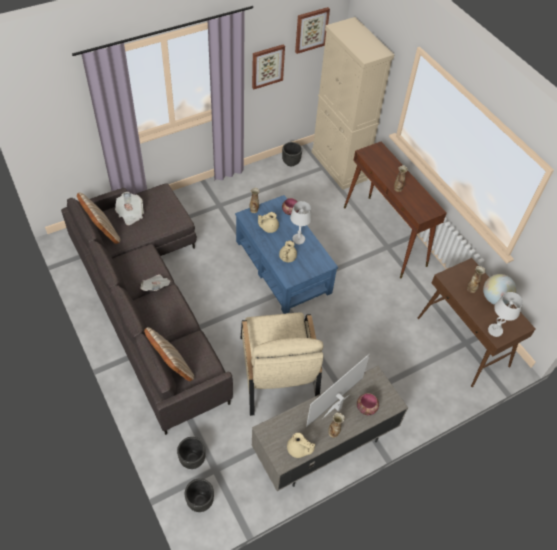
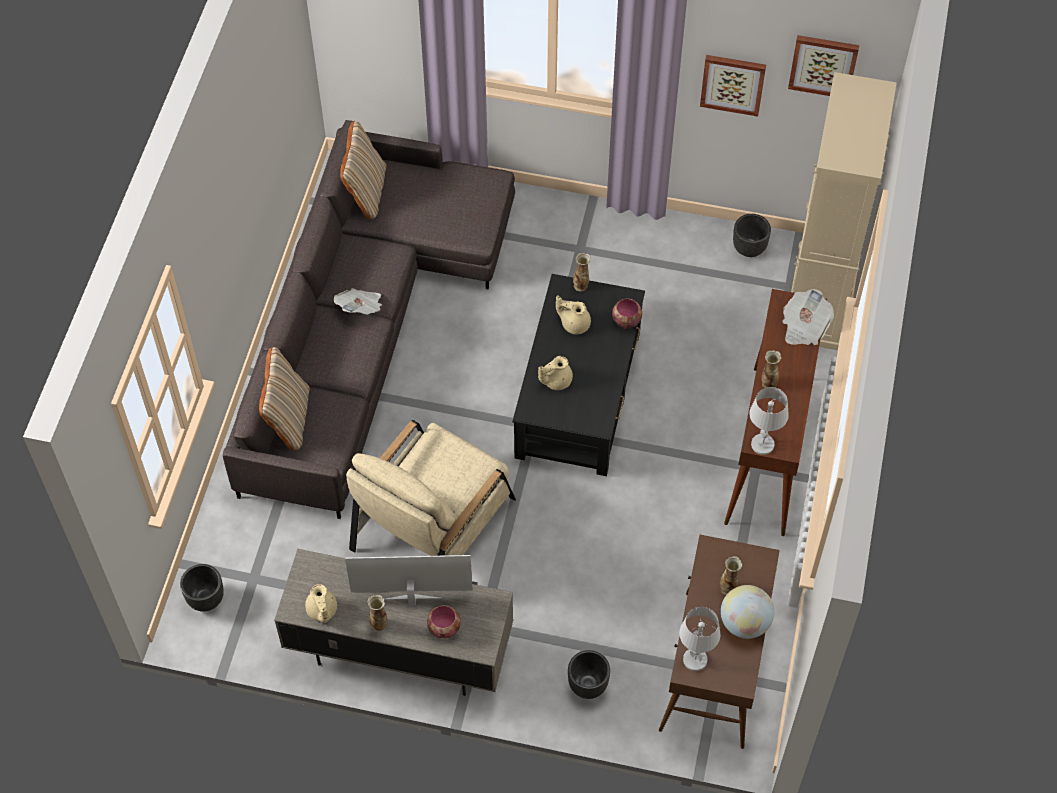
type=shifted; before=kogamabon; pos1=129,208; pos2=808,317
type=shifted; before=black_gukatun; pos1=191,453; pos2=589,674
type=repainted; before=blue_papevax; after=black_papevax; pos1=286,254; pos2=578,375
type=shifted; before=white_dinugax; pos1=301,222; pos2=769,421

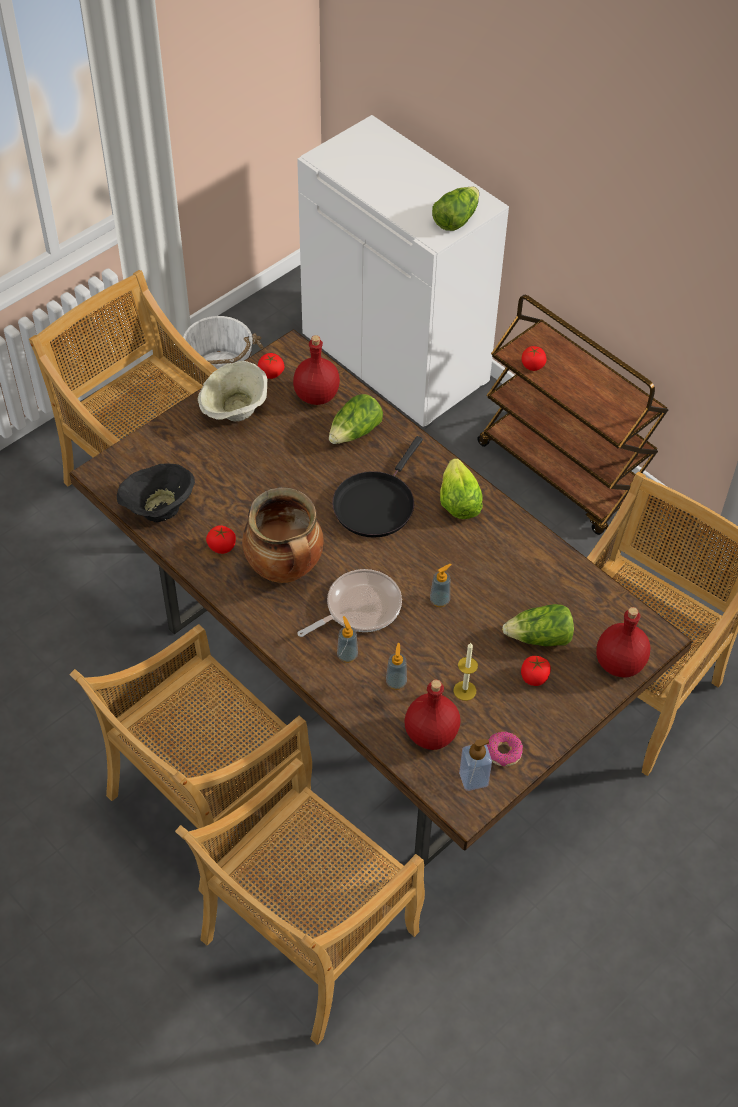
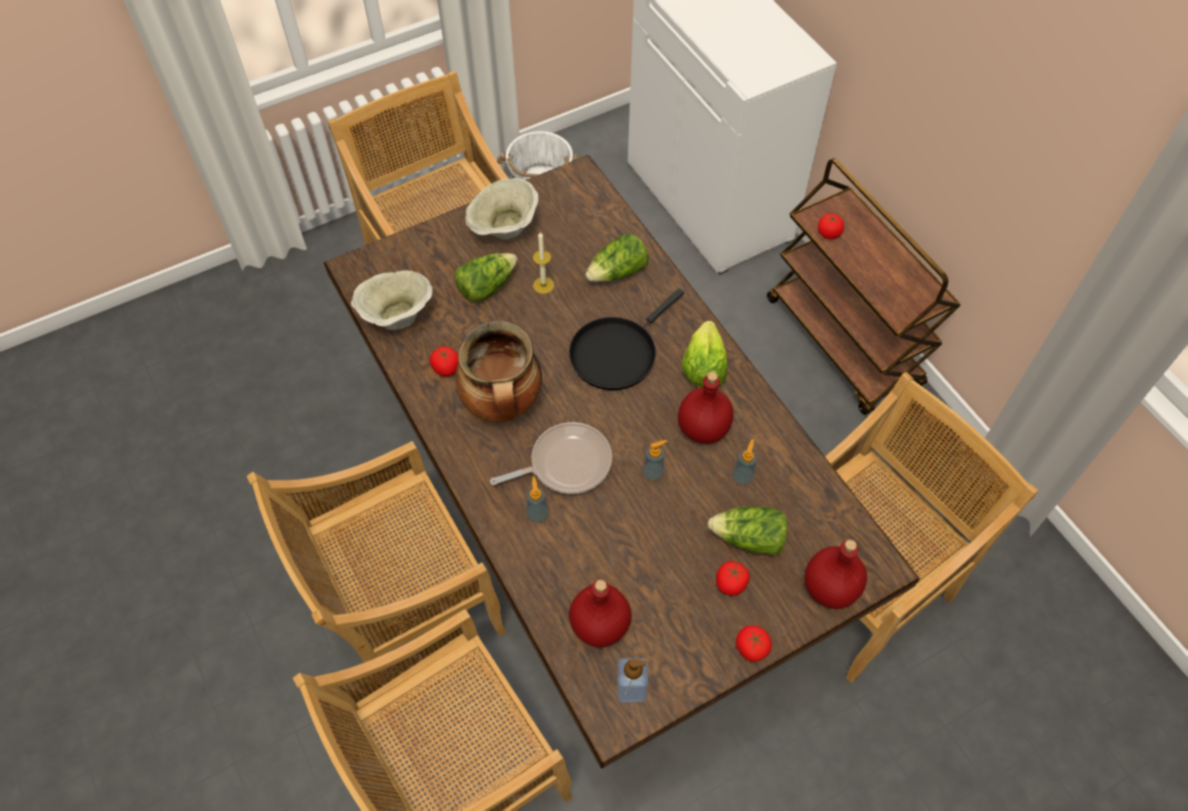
type=repainted; before=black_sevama; after=beige_sevama; pos1=156,492; pos2=392,300
type=shifted; before=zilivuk; pos1=271,366; pos2=754,644
type=shifted; before=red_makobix; pos1=316,370; pos2=706,408
type=shifted; before=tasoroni; pos1=396,666; pos2=744,462
type=shifted; before=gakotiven; pos1=455,209; pos2=486,277
type=shifted; before=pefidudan; pos1=465,672; pos2=543,263
type=gone; before=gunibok; pos1=504,749

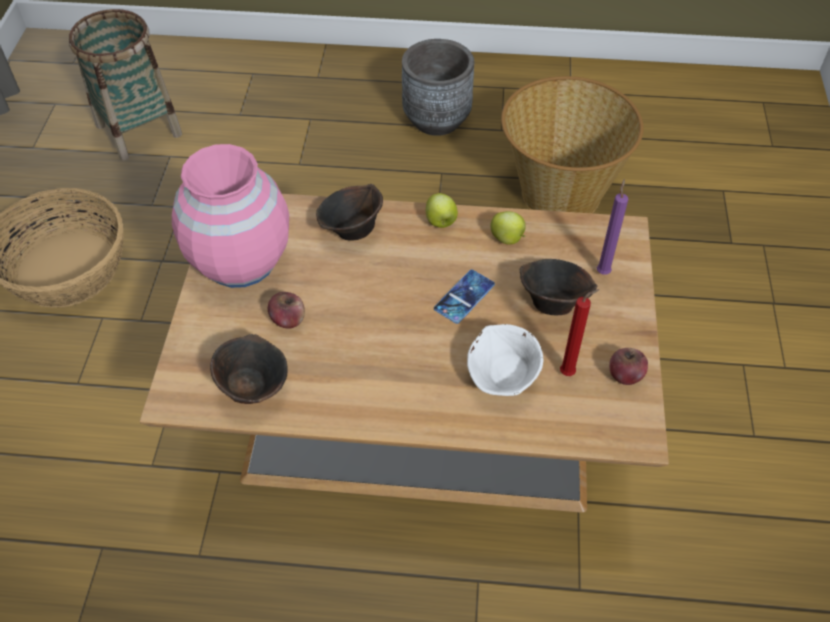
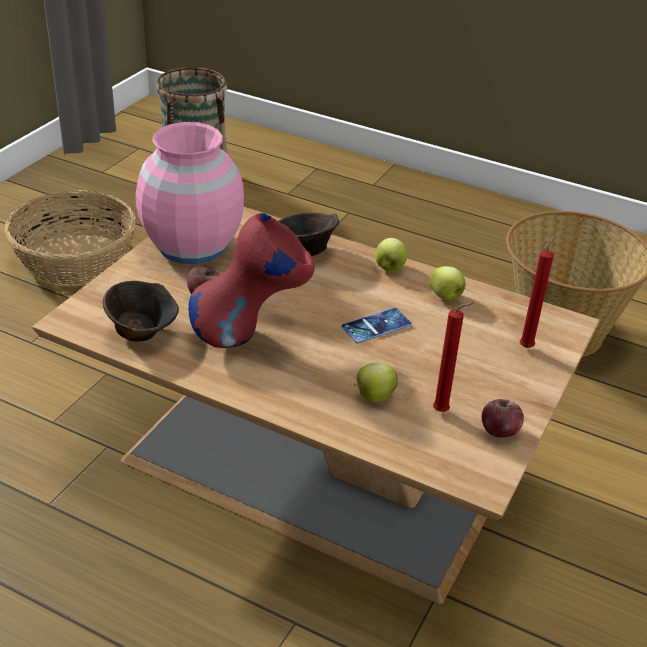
type=gone; before=grey_gukatun; pos1=438,87
type=swapped; before=white_sevama; after=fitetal; pos1=505,360; pos2=376,382
type=gone; before=brown_sevama; pos1=558,287
type=repainted; before=purple_pefidudan; after=red_pefidudan; pos1=612,227; pos2=537,292
type=new; after=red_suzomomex; pos2=251,280

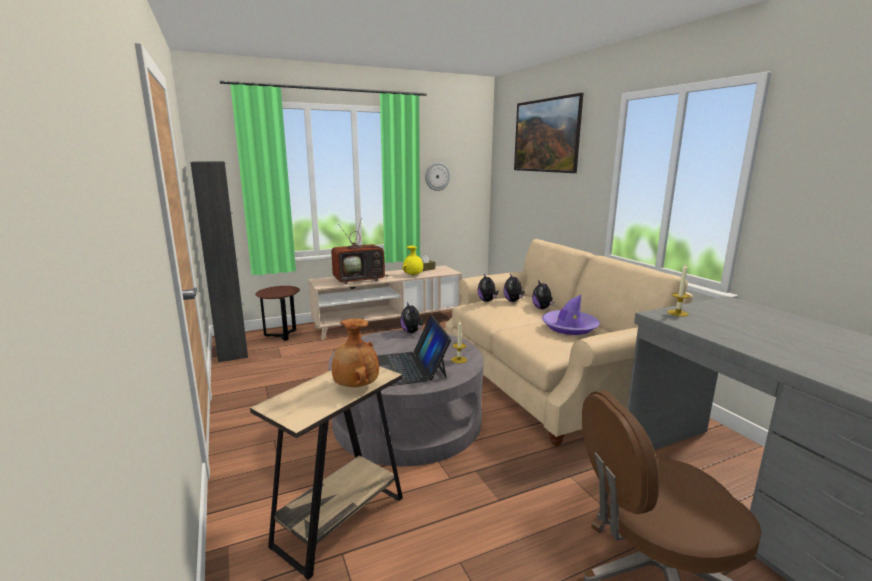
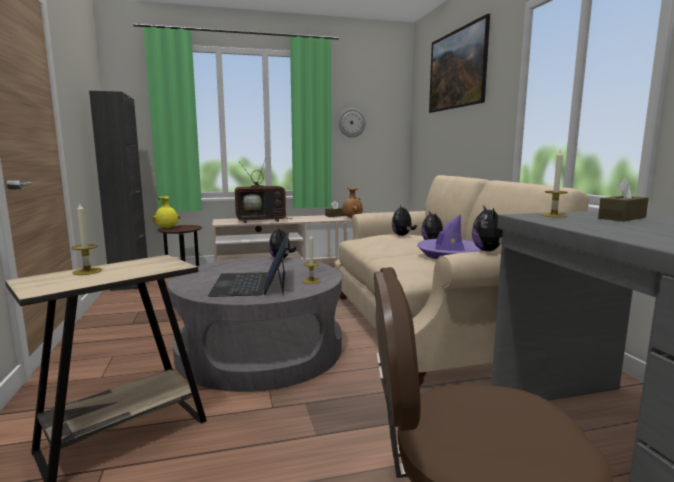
type=shifted; before=brown_suzomomex; pos1=355,352; pos2=352,203
type=shifted; before=yellow_suzomomex; pos1=412,260; pos2=166,212
type=shifted; before=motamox; pos1=488,288; pos2=487,228
type=new; after=pefidudan; pos2=87,238
type=new; after=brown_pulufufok; pos2=623,200

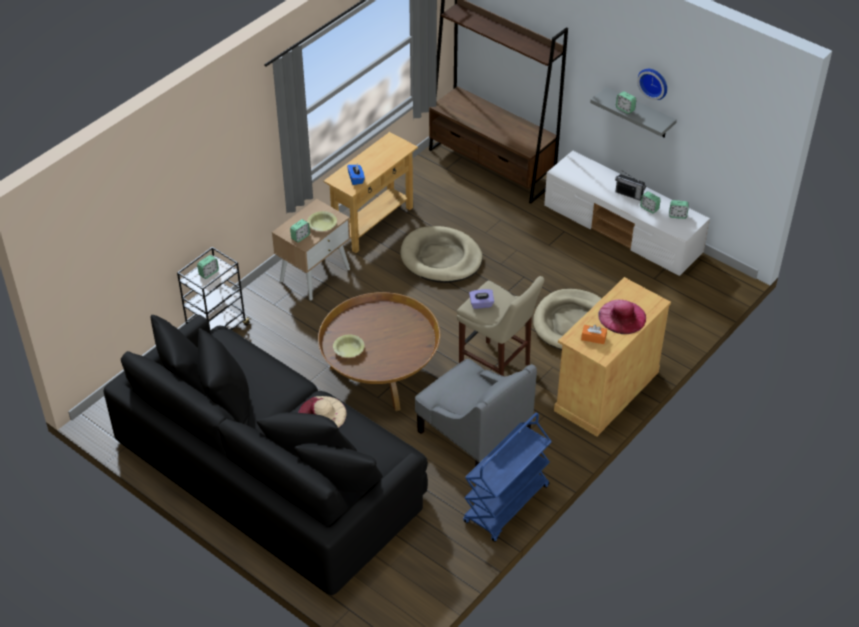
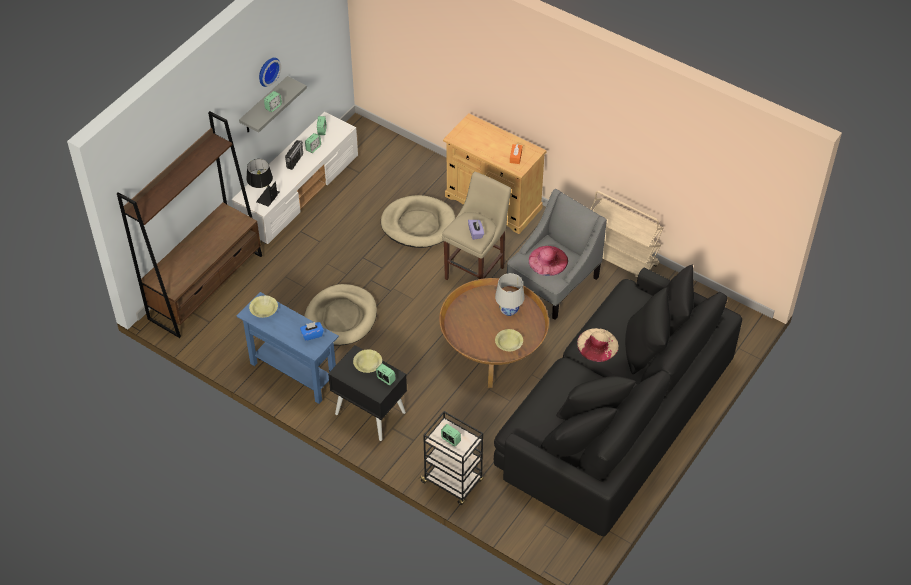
type=repainted; before=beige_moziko; after=black_moziko; pos1=311,250; pos2=367,393
type=repainted; before=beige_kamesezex; after=blue_kamesezex; pos1=371,192; pos2=288,348
type=repainted; before=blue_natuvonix; after=beige_natuvonix; pos1=507,477; pos2=627,235
type=shifted; before=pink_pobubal; pos1=622,316; pos2=548,261
type=new; after=black_dinugax; pos2=263,183
type=new; after=yellow_sevama; pos2=263,306
type=new; after=white_dinugax; pos2=510,294

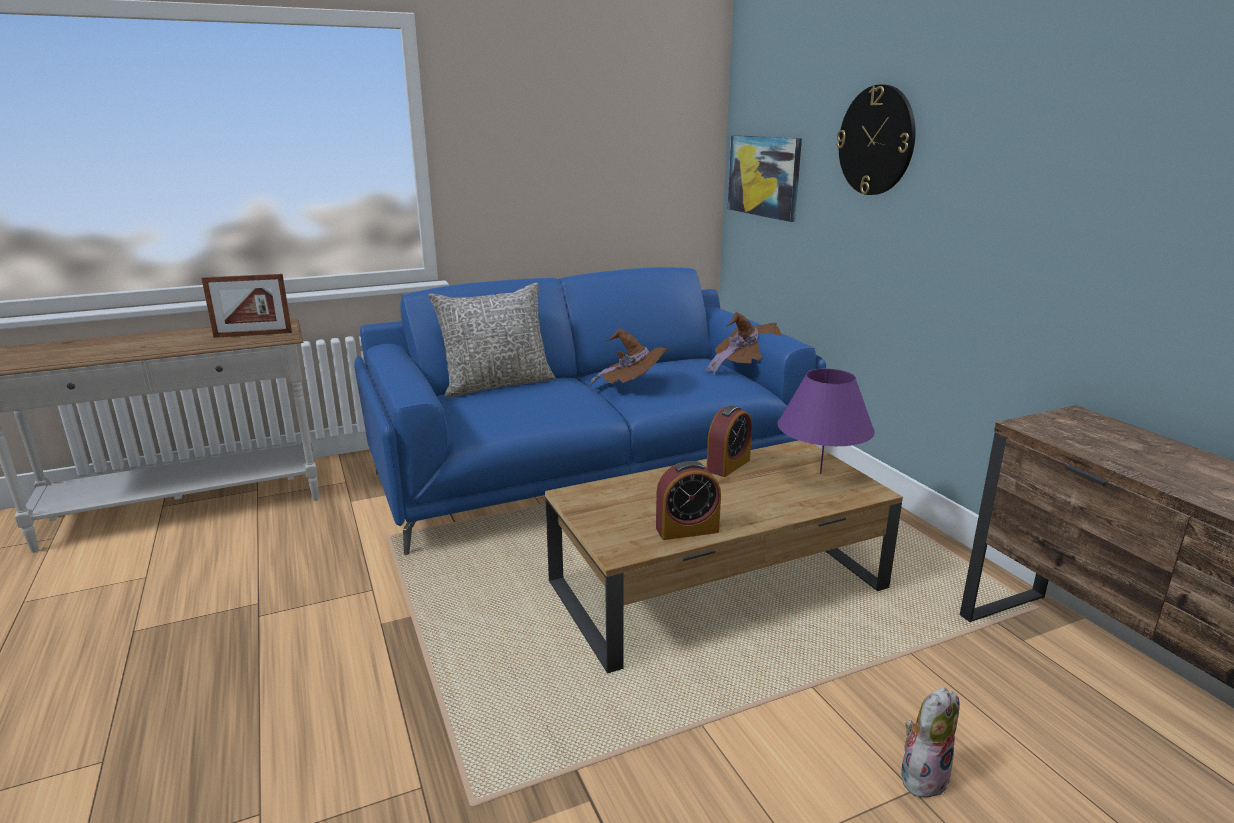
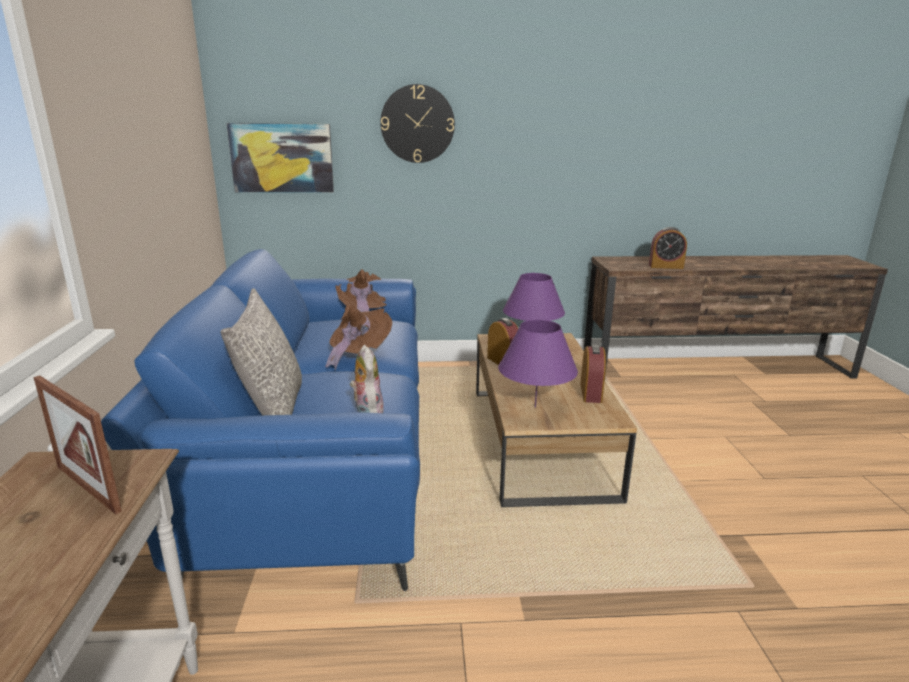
type=rotated; before=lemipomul; pos1=247,306; pos2=78,445; turn=120
type=shifted; before=motamox; pos1=930,743; pos2=367,379
type=new; after=purple_dinugax; pos2=538,364
type=new; after=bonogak; pos2=668,248

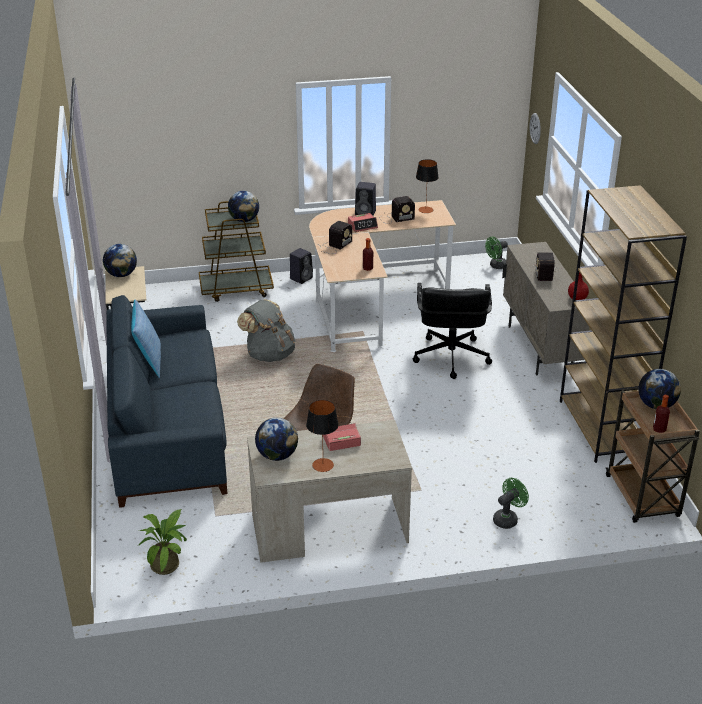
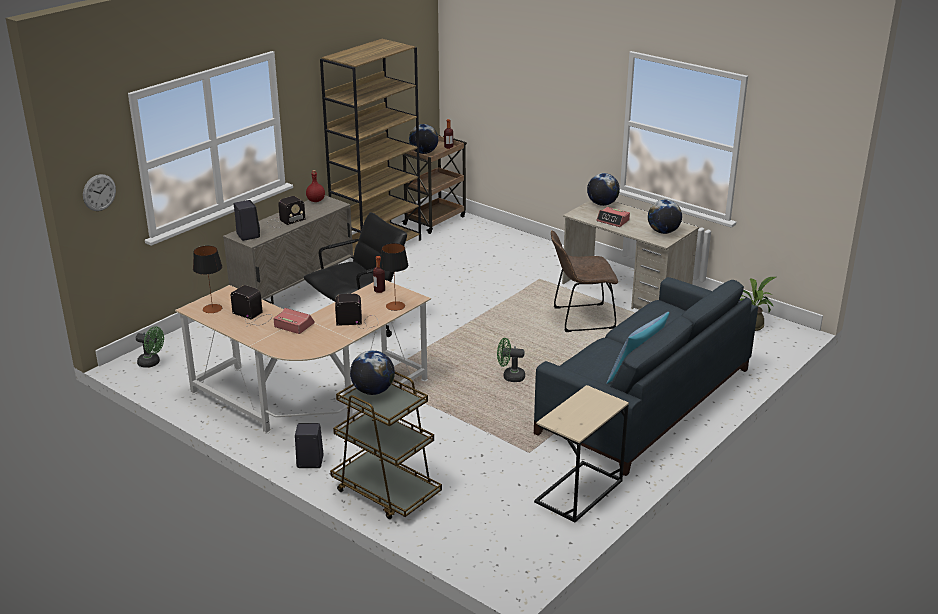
type=shifted; before=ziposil; pos1=120,260; pos2=603,189
type=gone; before=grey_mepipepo; pos1=266,330
type=shifted; before=dinugax; pos1=322,436; pos2=394,277
type=shifted; before=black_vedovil; pos1=365,198; pos2=247,220
type=shifted; before=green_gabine; pos1=511,503; pos2=511,360

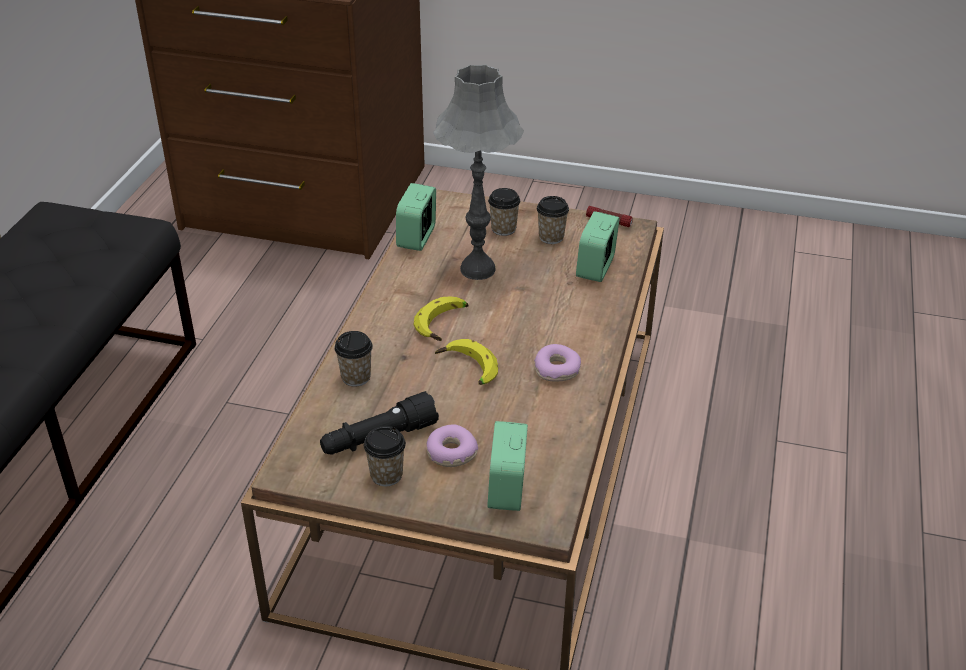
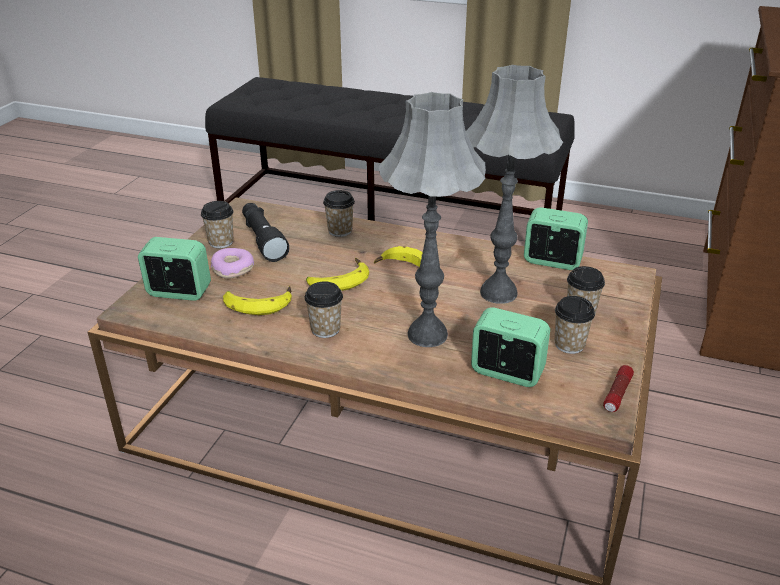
type=swapped; before=gunibok; after=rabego; pos1=557,363; pos2=324,309
type=new; after=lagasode; pos2=257,300
type=new; after=grey_dinugax; pos2=432,219

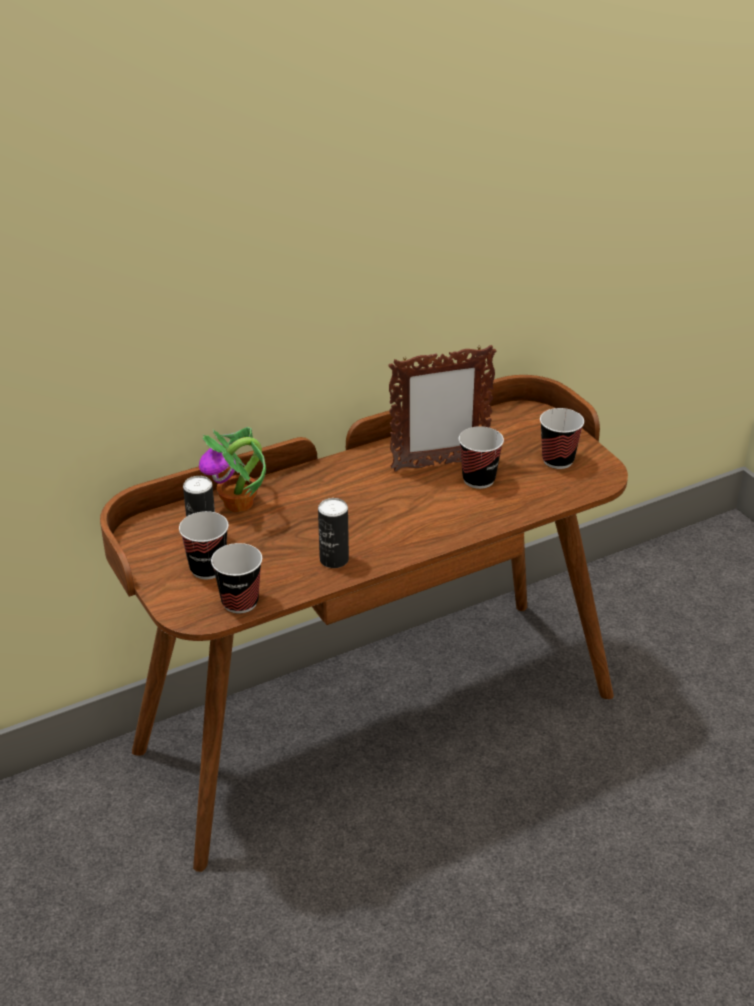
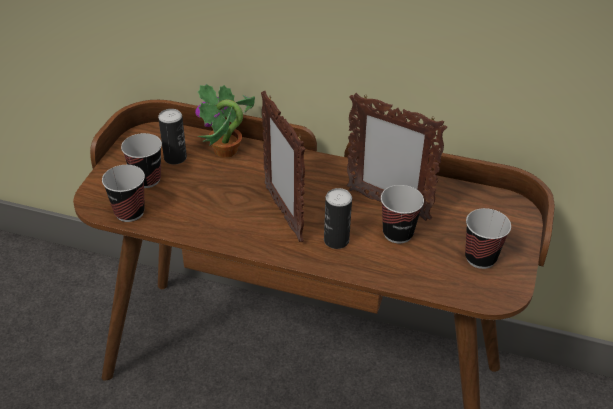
type=shifted; before=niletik; pos1=333,533; pos2=338,218
type=new; after=lemipomul; pos2=283,166

